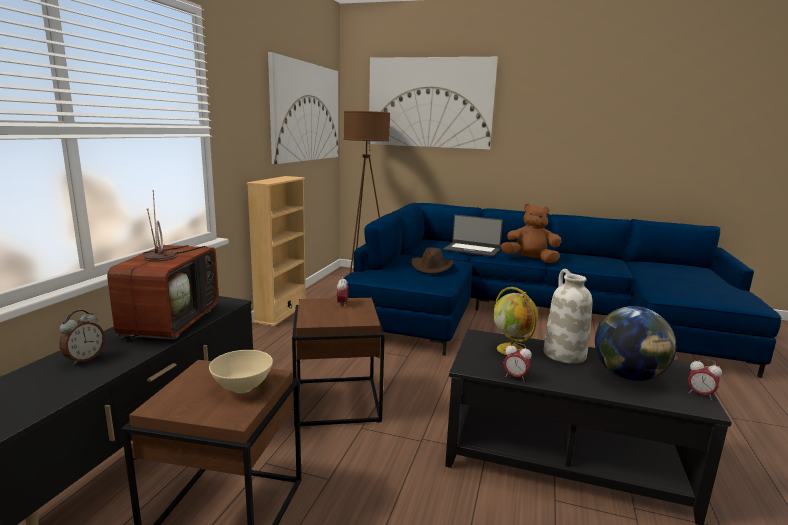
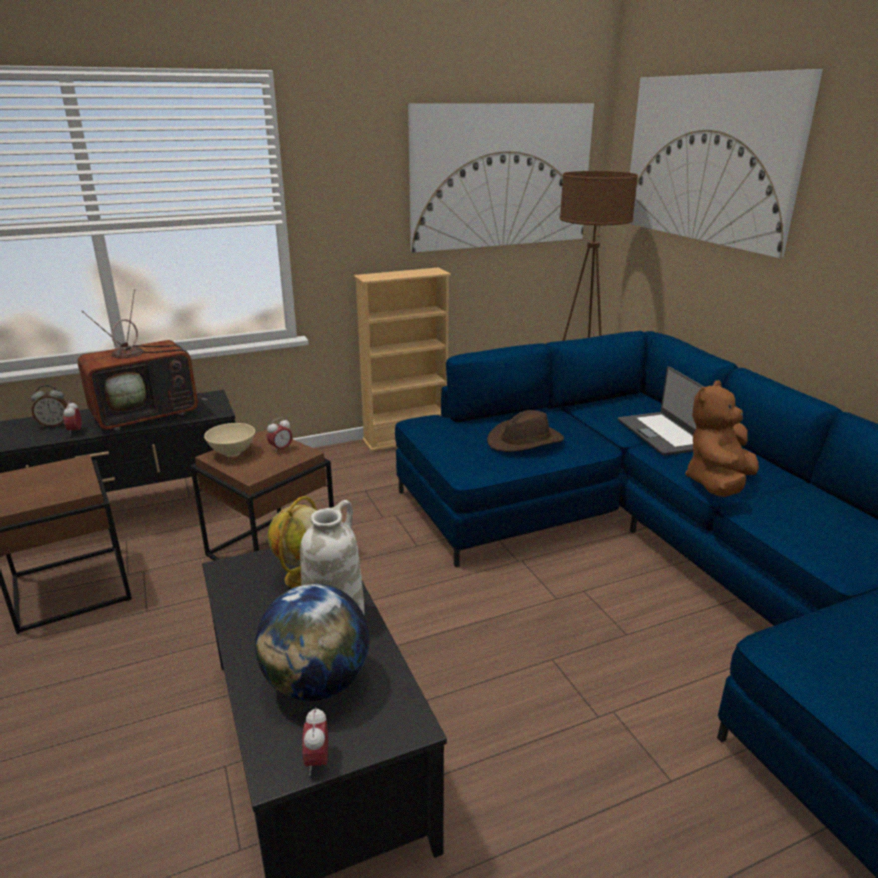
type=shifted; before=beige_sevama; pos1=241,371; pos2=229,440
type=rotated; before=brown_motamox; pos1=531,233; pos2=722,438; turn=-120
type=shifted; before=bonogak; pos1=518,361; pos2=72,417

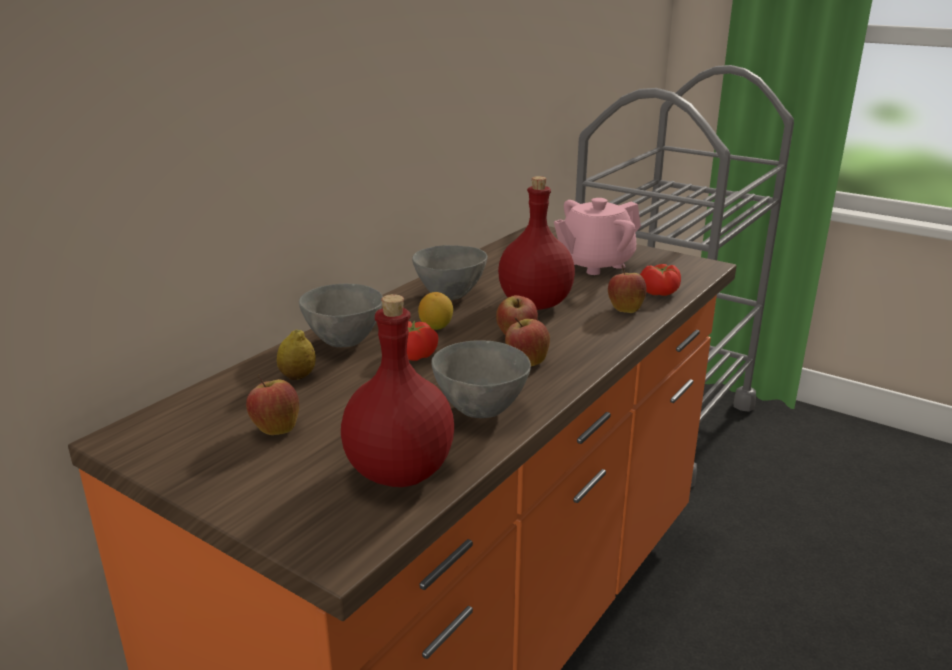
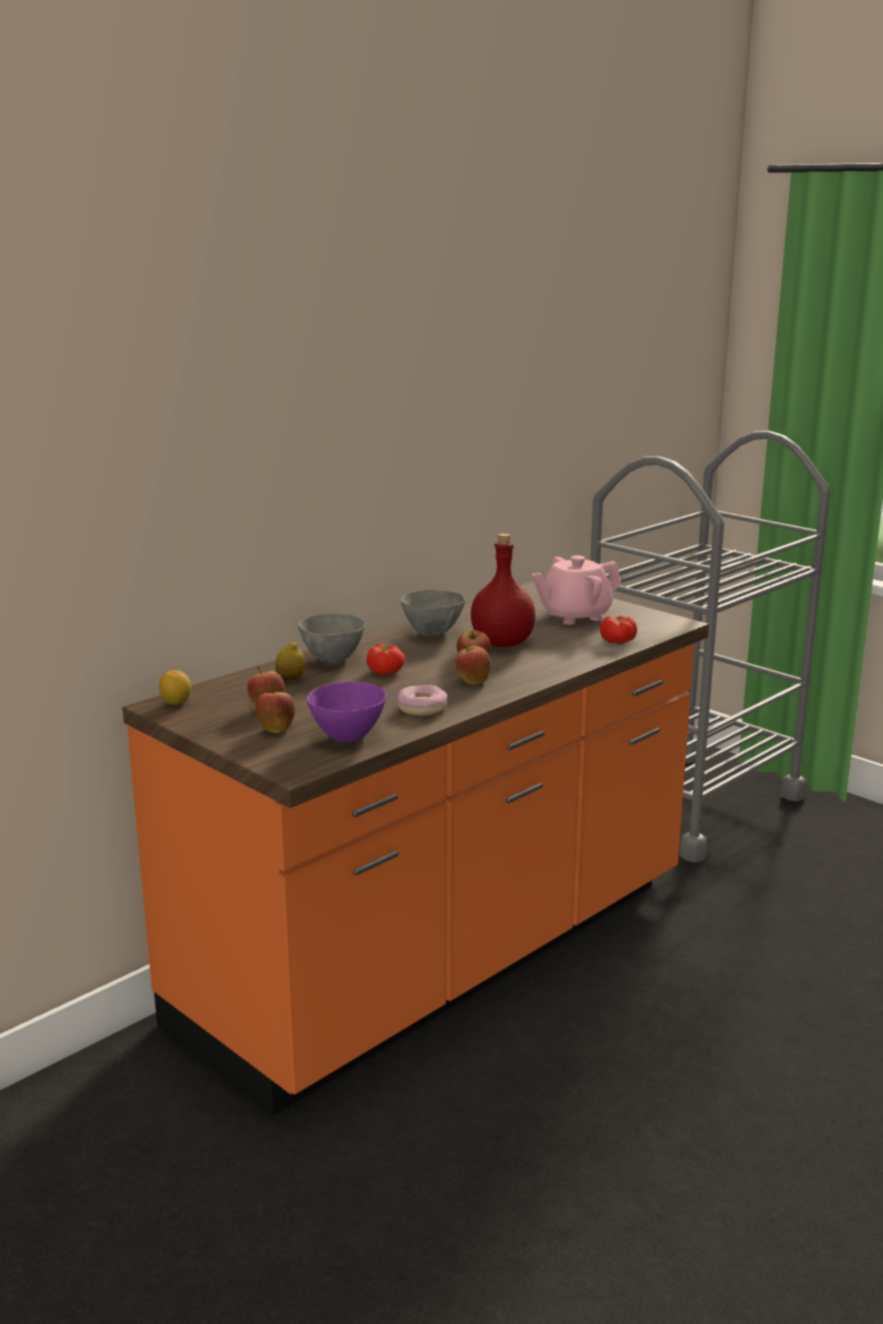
type=swapped; before=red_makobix; after=purple_sevama; pos1=397,390; pos2=347,712
type=shifted; before=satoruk; pos1=435,311; pos2=175,687
type=swapped; before=grey_sevama; after=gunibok; pos1=481,379; pos2=422,700
type=shifted; before=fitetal; pos1=627,289; pos2=275,708

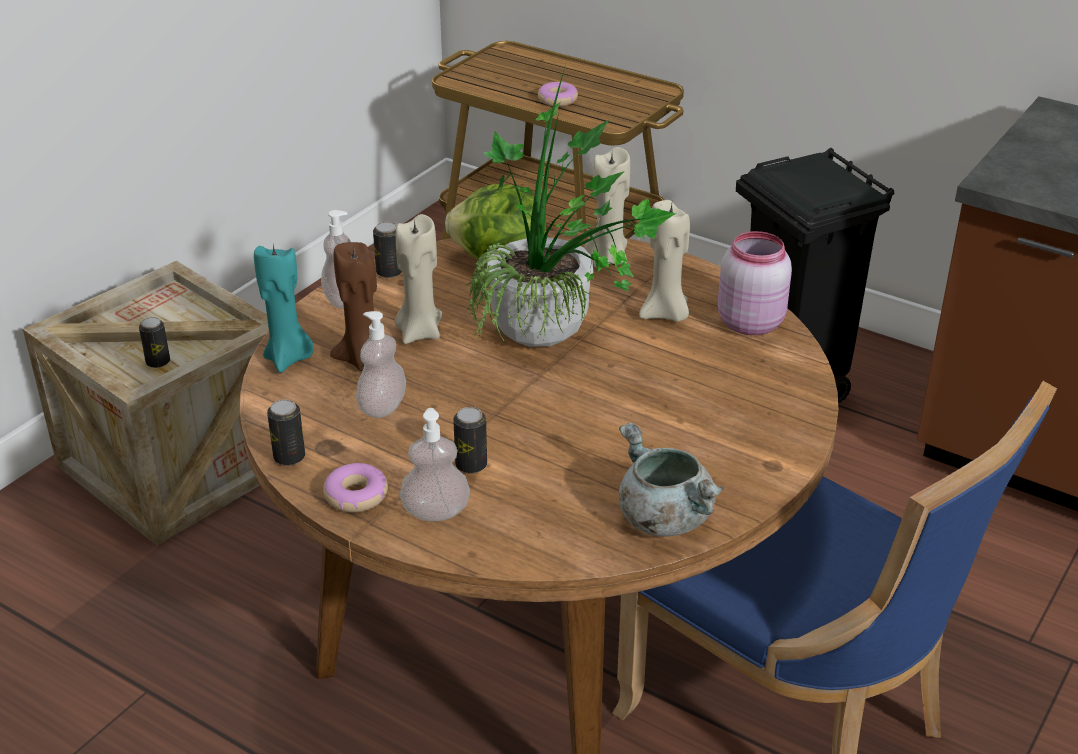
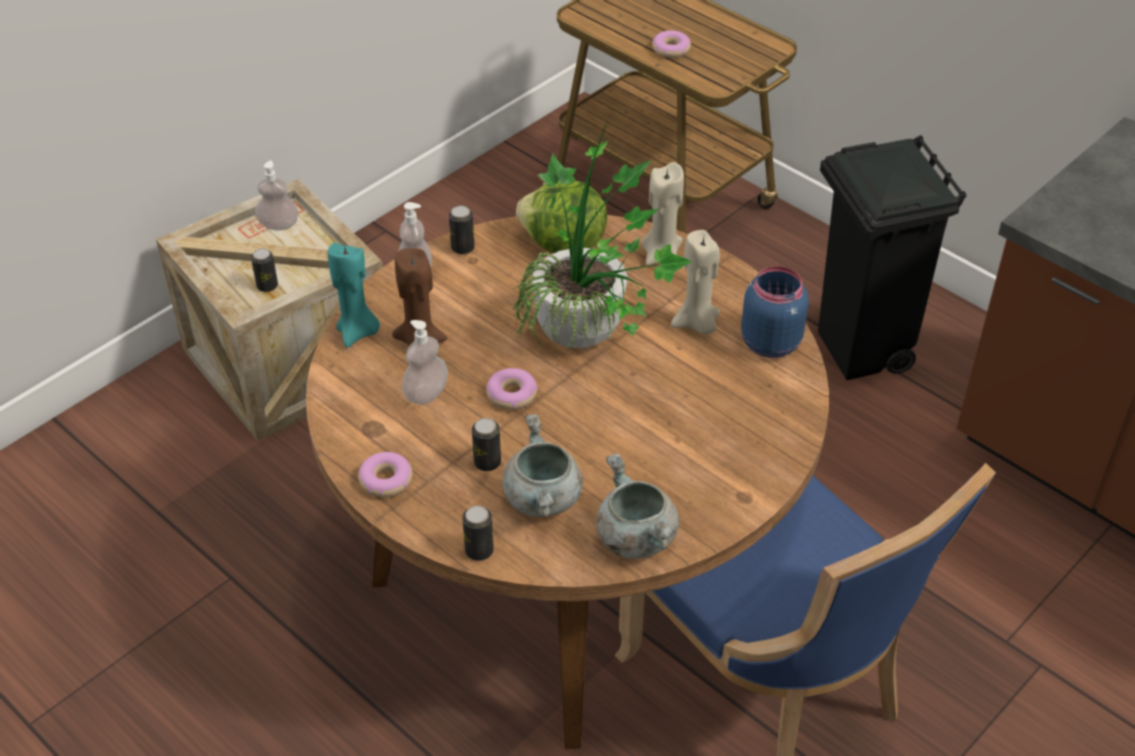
type=shifted; before=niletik; pos1=286,432; pos2=478,533
type=gone; before=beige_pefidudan; pos1=418,279
type=shifted; before=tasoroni; pos1=435,464; pos2=276,195
type=repainted; before=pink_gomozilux; after=blue_gomozilux; pos1=755,283; pos2=775,312
type=new; after=gunibok; pos2=512,389
type=new; after=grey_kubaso; pos2=542,465

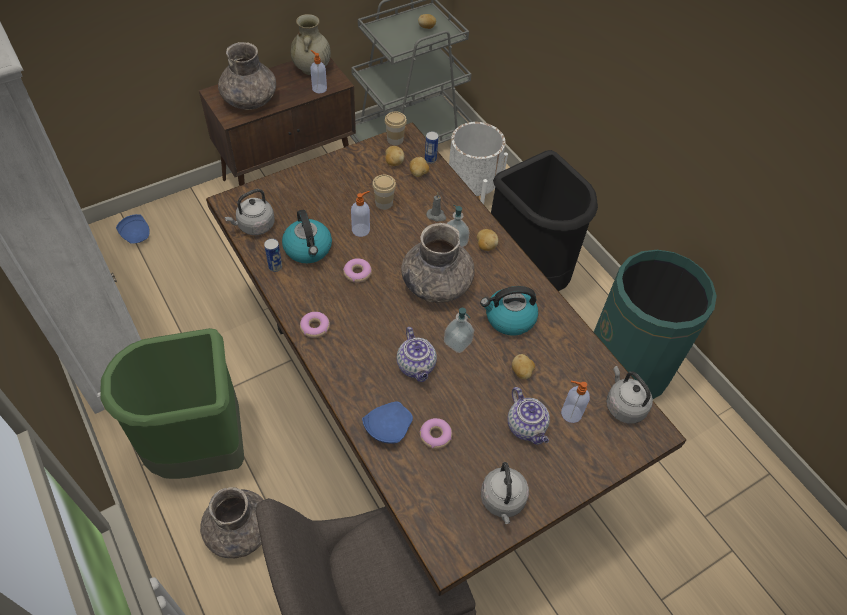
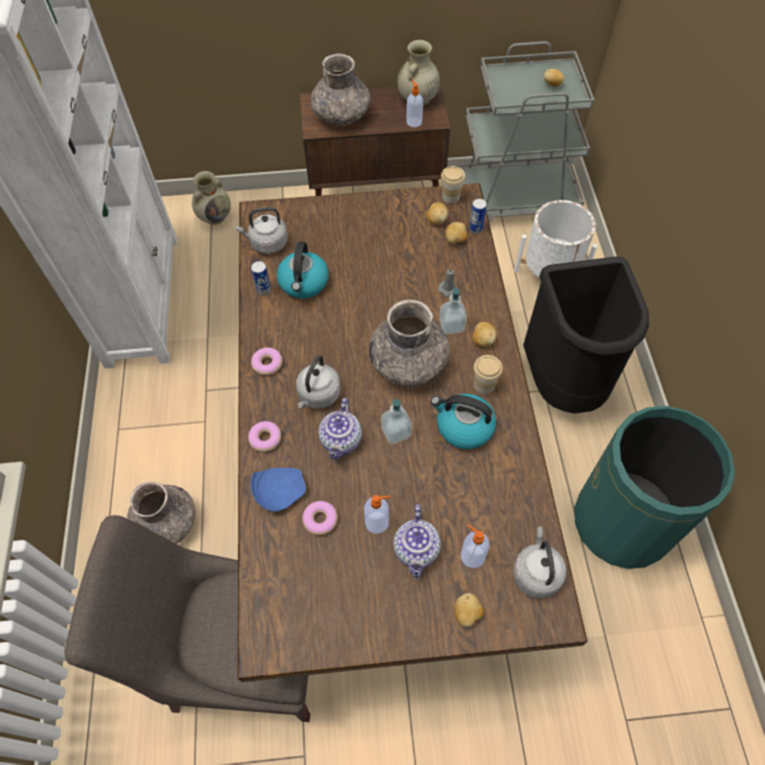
type=gone; before=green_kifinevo; pos1=172,403
type=swapped; before=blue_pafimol; after=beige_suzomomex; pos1=133,229; pos2=211,198
type=shifted; before=gunibok; pos1=357,270; pos2=264,436
type=shifted; before=tasoroni; pos1=360,214; pos2=377,514
type=shifted; before=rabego; pos1=384,192; pos2=488,374
type=shifted; before=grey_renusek; pos1=505,493; pos2=318,382
type=shifted; before=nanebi; pos1=523,366; pos2=469,610

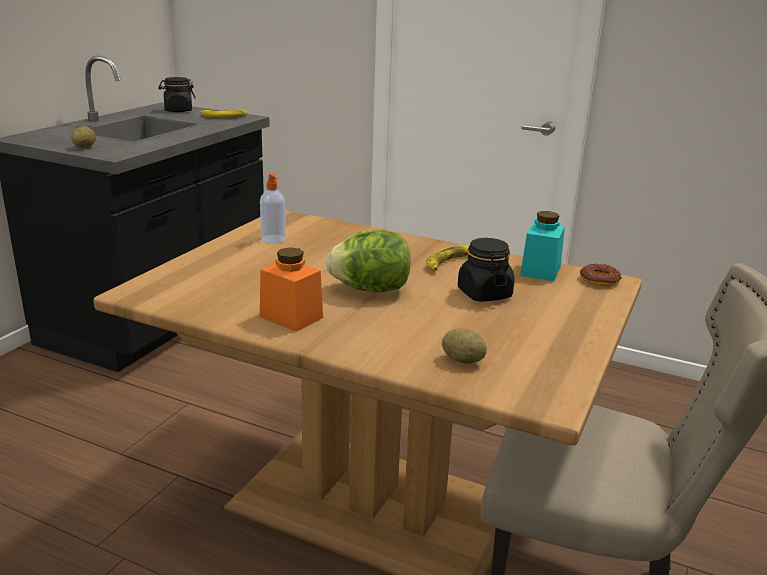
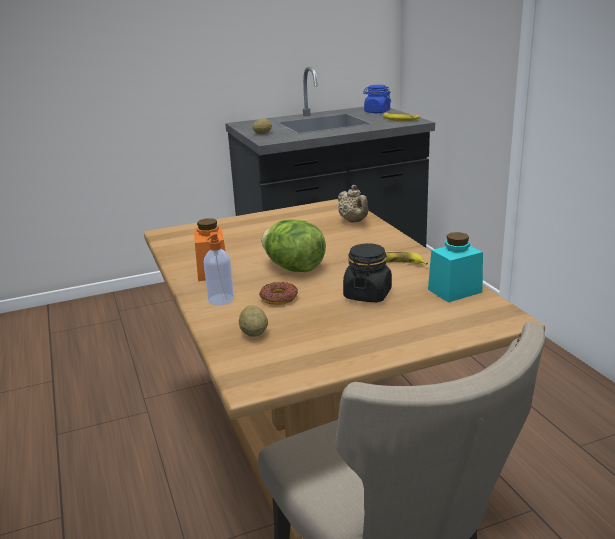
type=repainted; before=black_gomozilux; after=blue_gomozilux; pos1=177,94; pos2=377,99
type=shifted; before=tasoroni; pos1=273,208; pos2=219,268
type=shifted; before=gunibok; pos1=600,275; pos2=278,293
type=new; after=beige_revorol; pos2=353,204

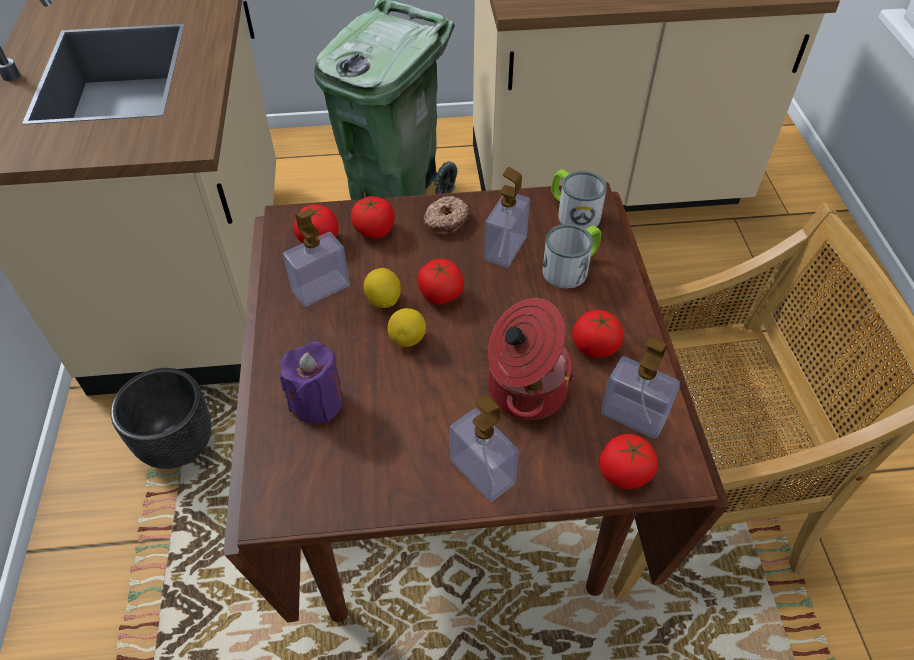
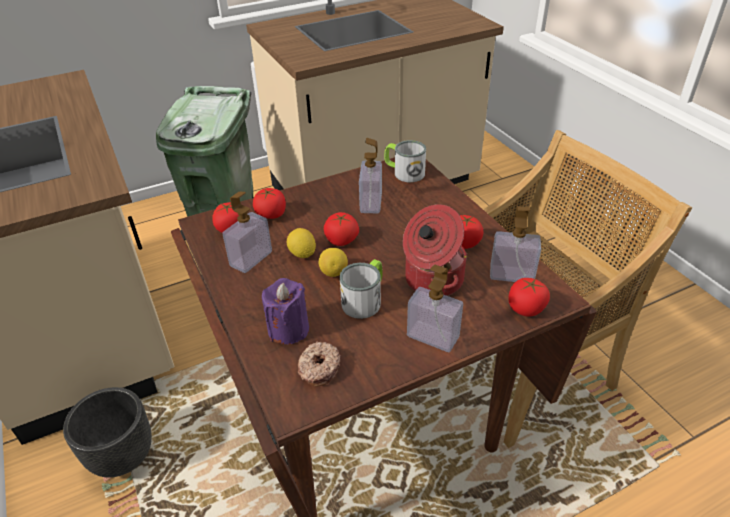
type=shifted; before=gunibok; pos1=446,215; pos2=319,363
type=shifted; before=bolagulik; pos1=571,256; pos2=361,289

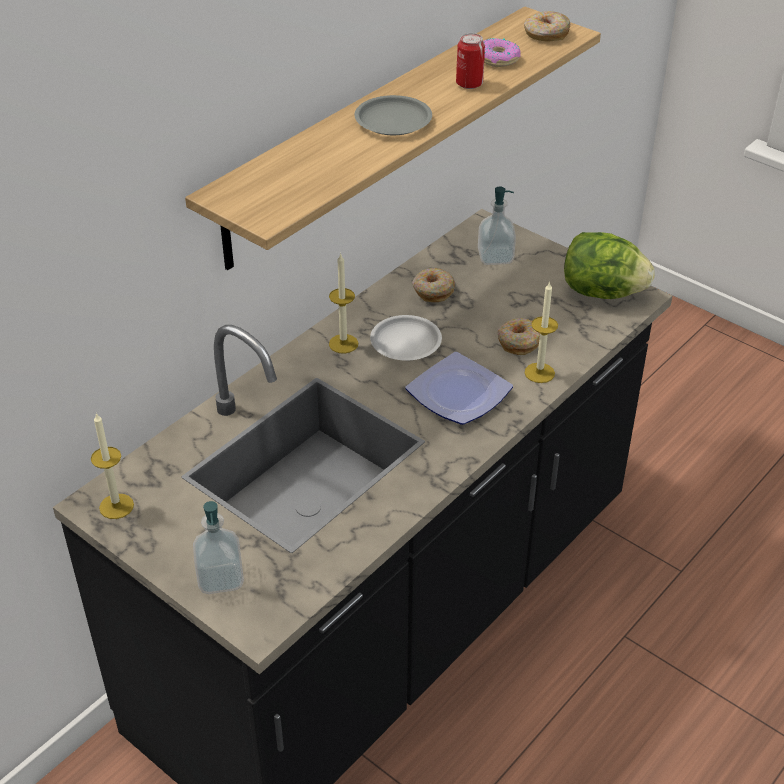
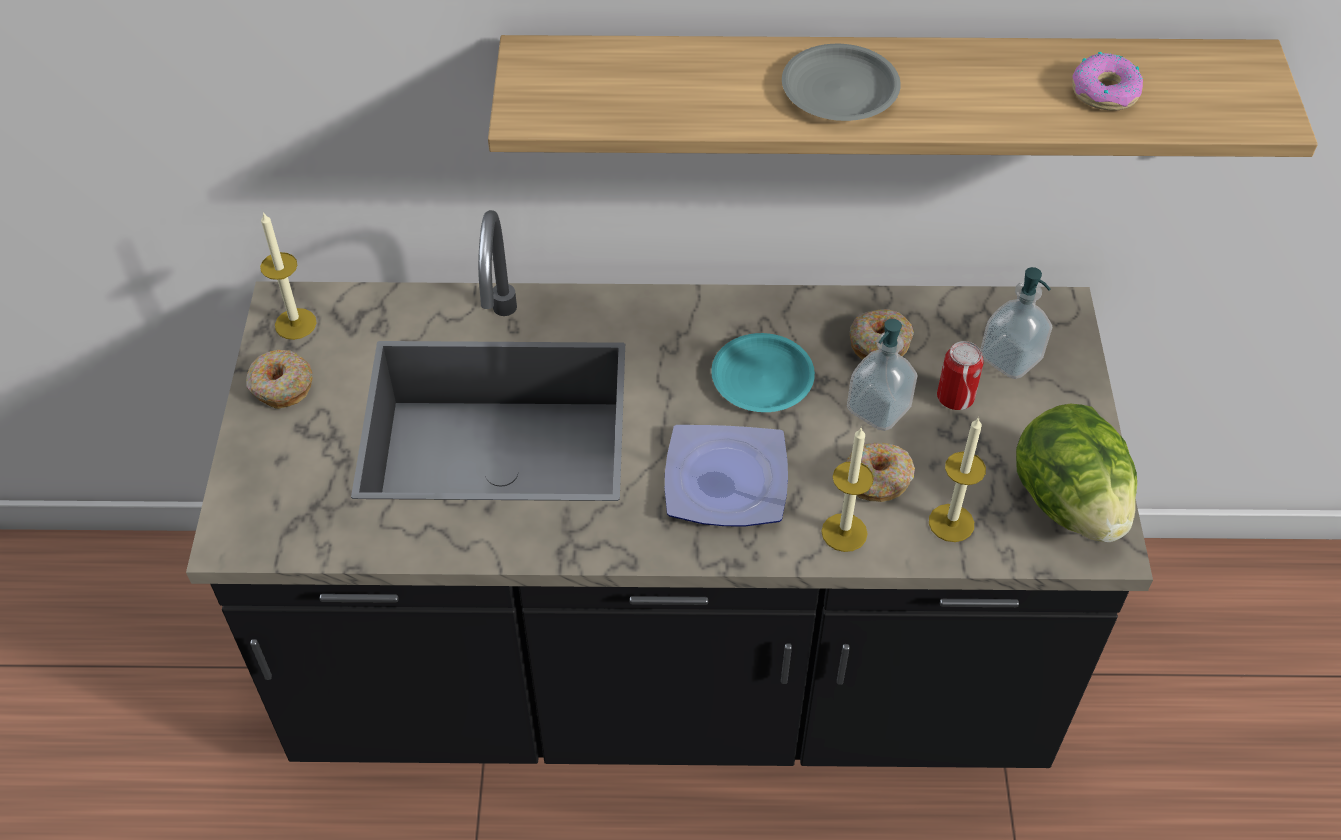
type=shifted; before=tasoroni; pos1=218,547; pos2=882,375
type=shifted; before=pefidudan; pos1=343,303; pos2=957,479
type=repainted; before=white_pafimol; after=turquoise_pafimol; pos1=406,338; pos2=763,372
type=shifted; before=niletik; pos1=470,61; pos2=960,375
type=shifted; before=gunibok; pos1=547,26; pos2=279,379

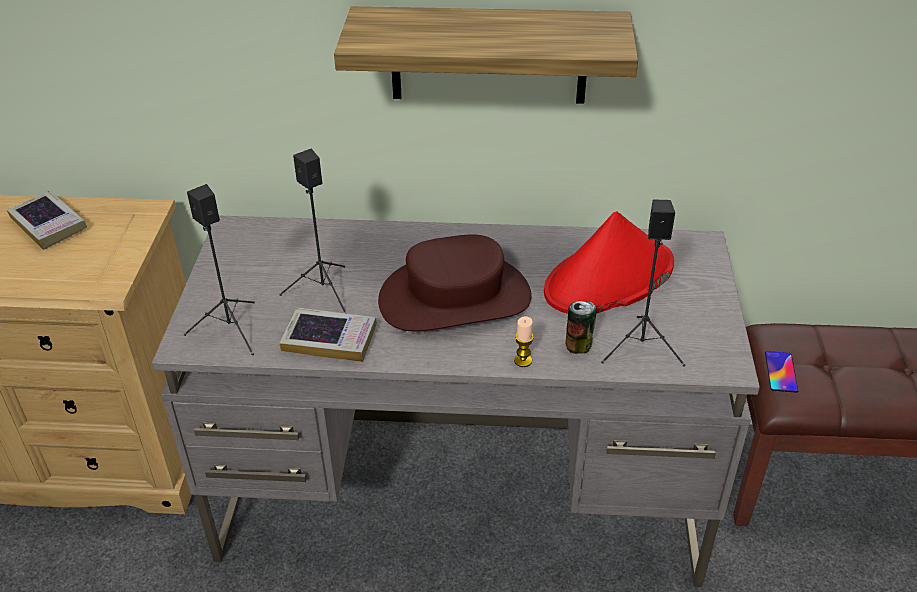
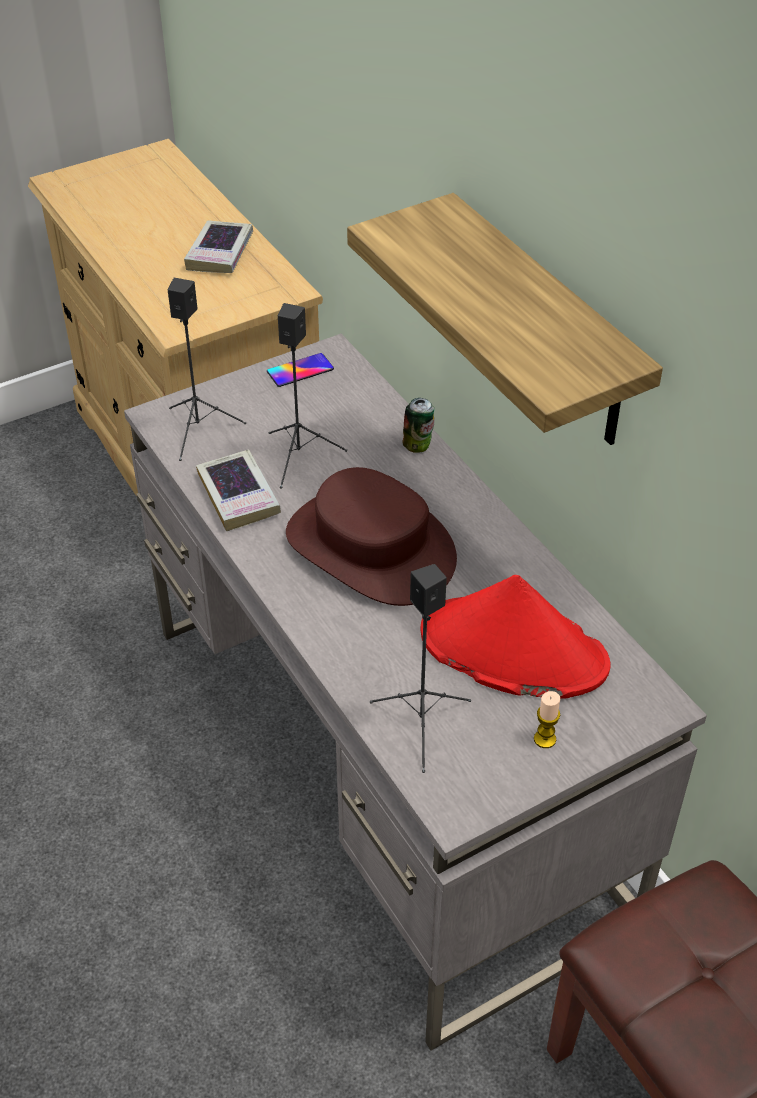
type=shifted; before=pefidudan; pos1=524,341; pos2=547,719
type=shifted; before=niletik; pos1=581,327; pos2=419,425
type=shifted; before=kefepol; pos1=782,372; pos2=300,370

